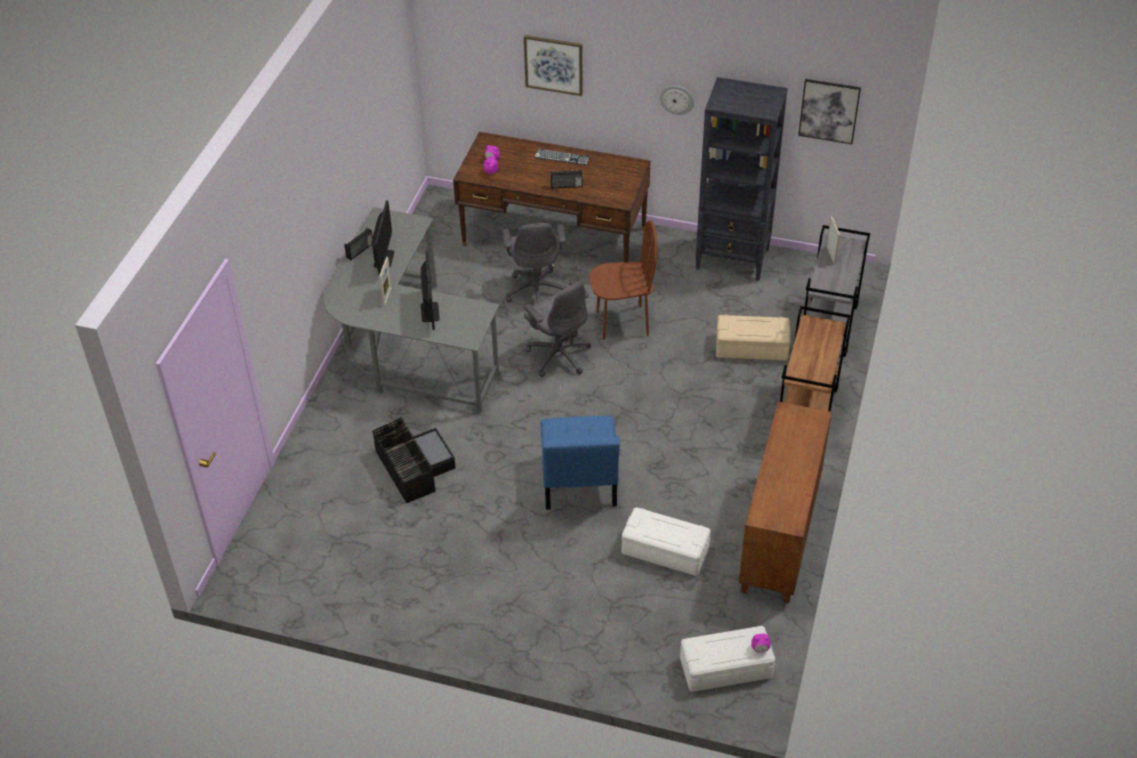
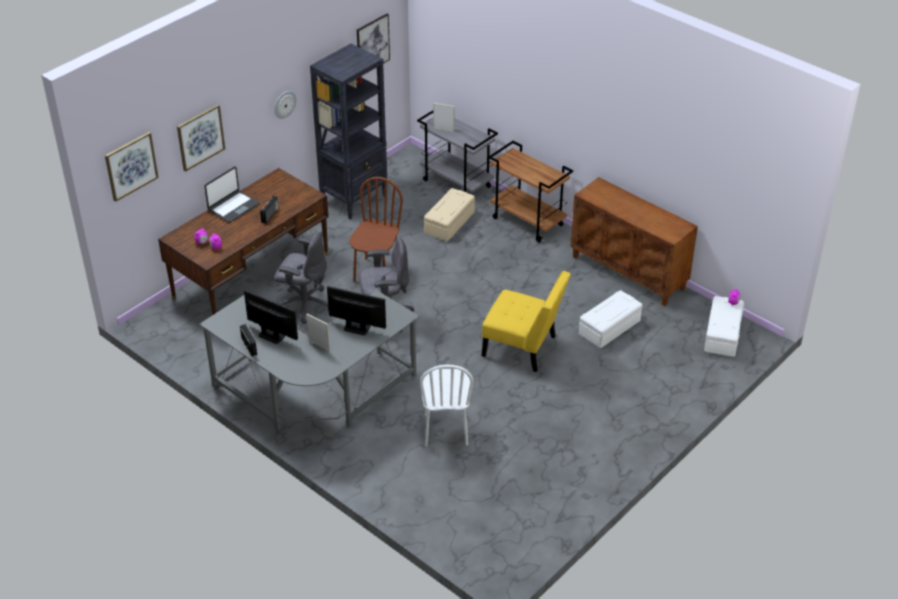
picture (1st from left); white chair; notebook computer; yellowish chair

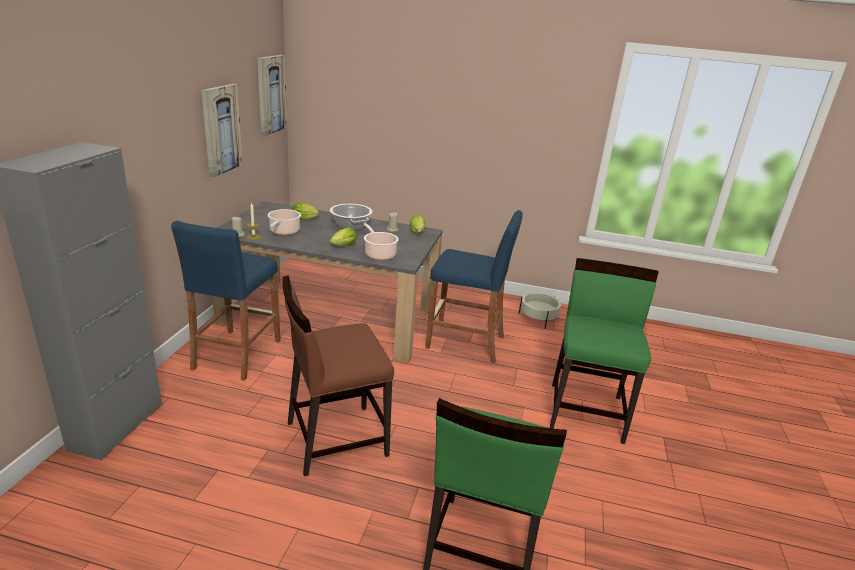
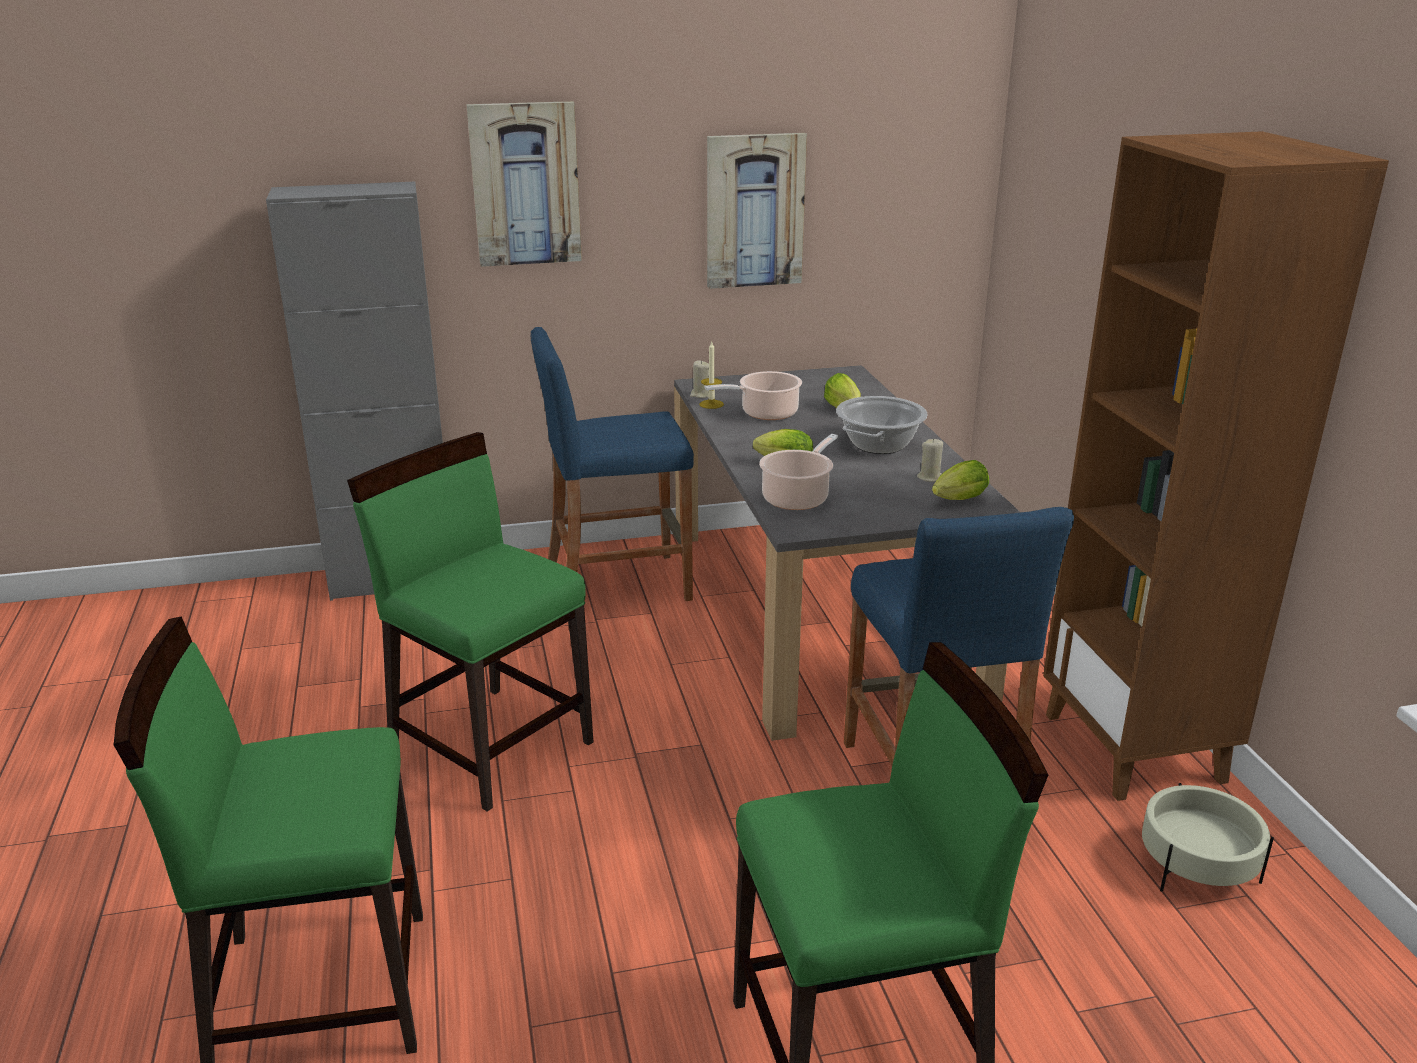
brown bookshelf; picture (1st from left); greenish chair (2nd from left)

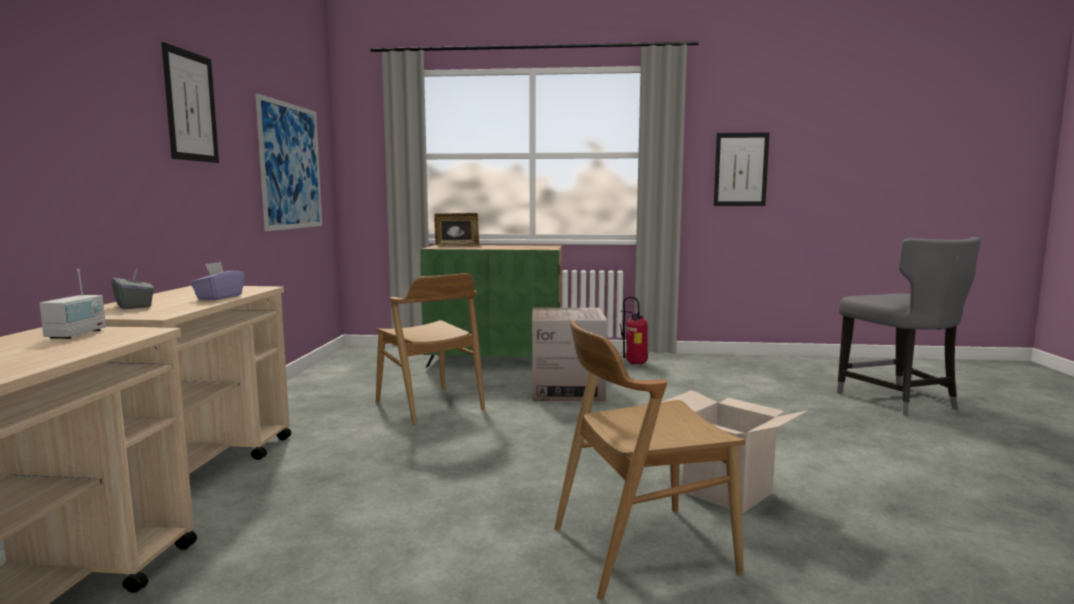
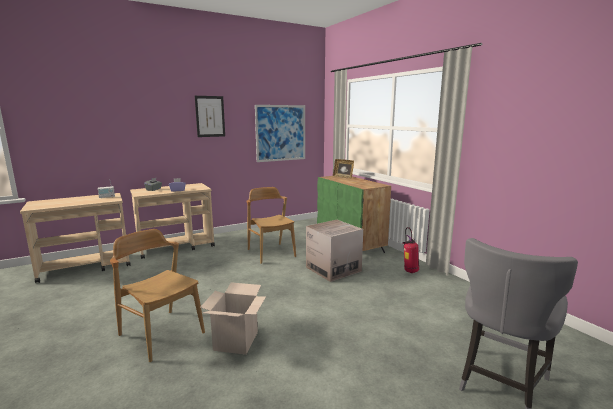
picture (3rd from left in the first image); brown chair (2nd from left)

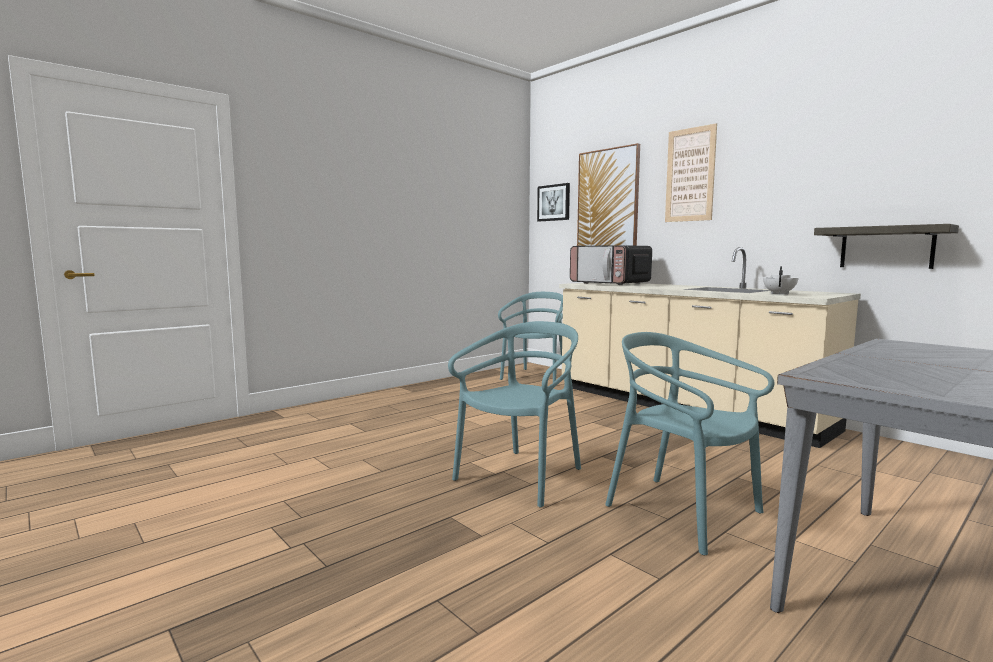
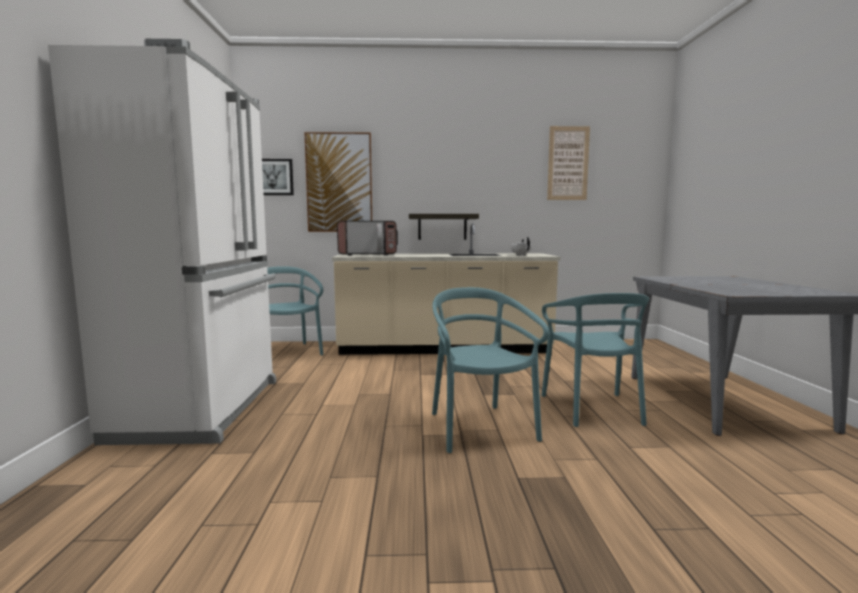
white fridge; picture (3rd from left); wall shelf; turquoise-coloured chair (3rd from left)

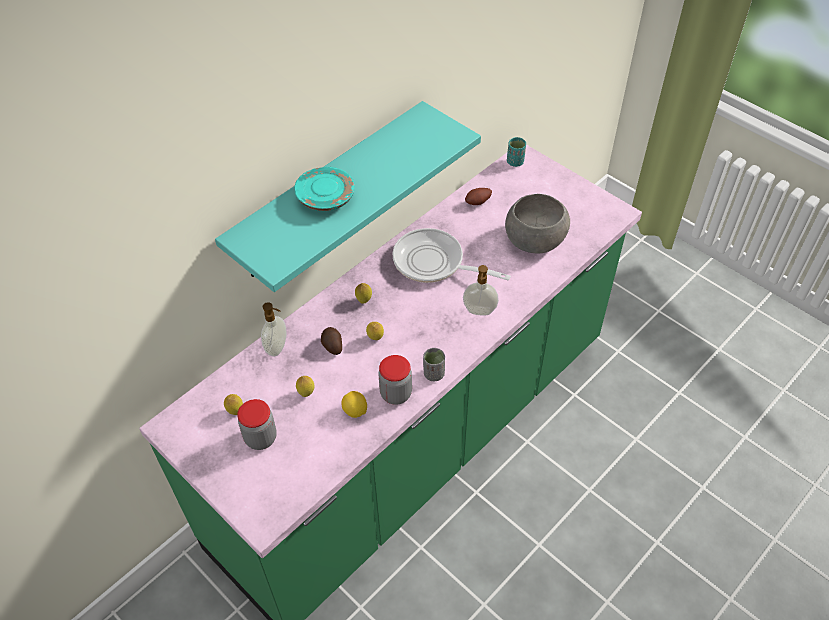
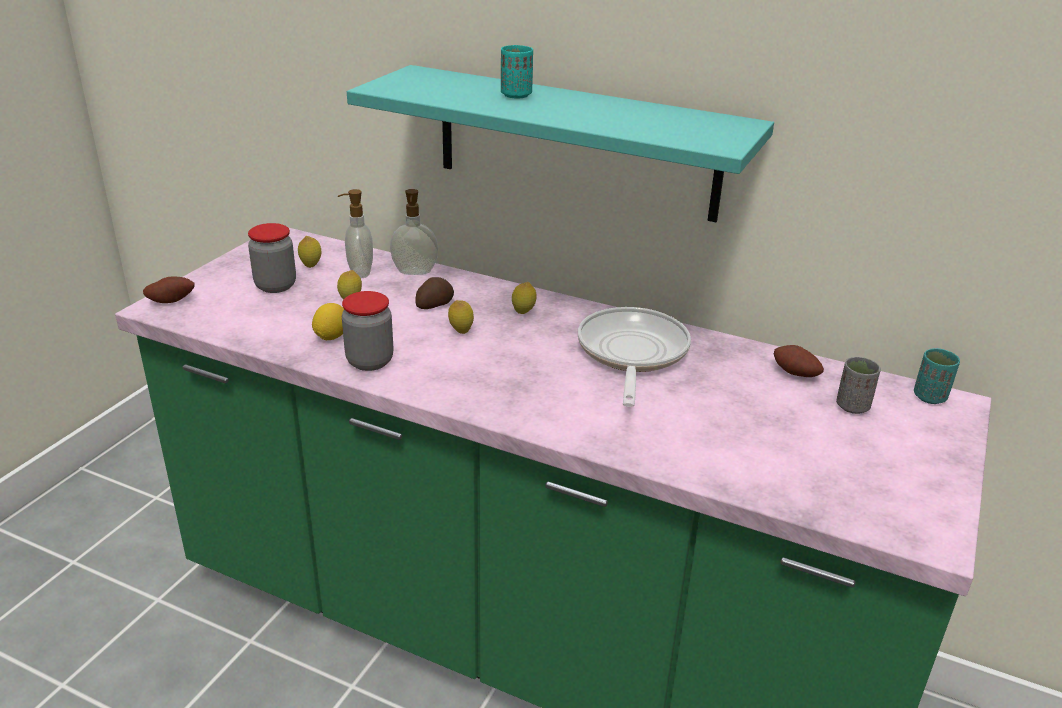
greyish deep dish; whole potato (1st from left); greyish drinking cup; soap dispenser (1st from left); turquoise-coloured drinking cup (1st from left)

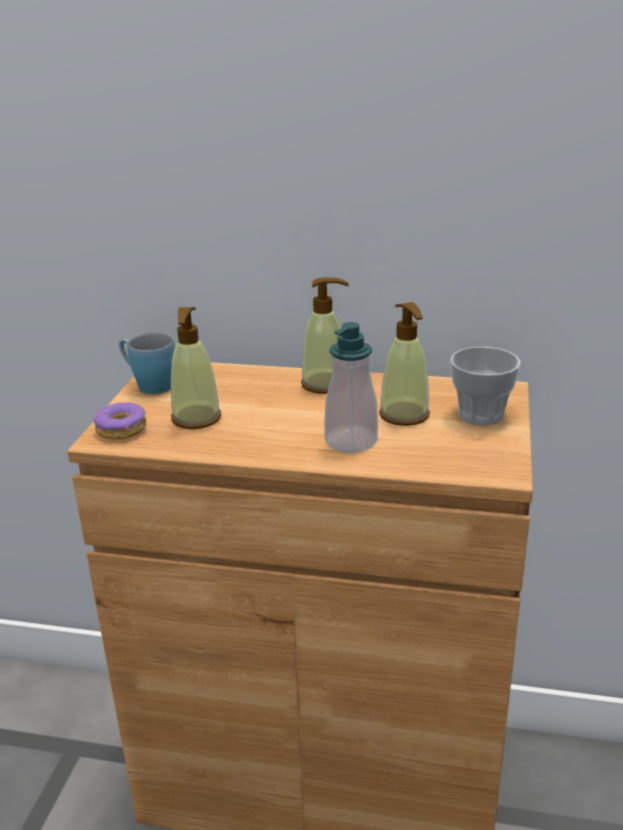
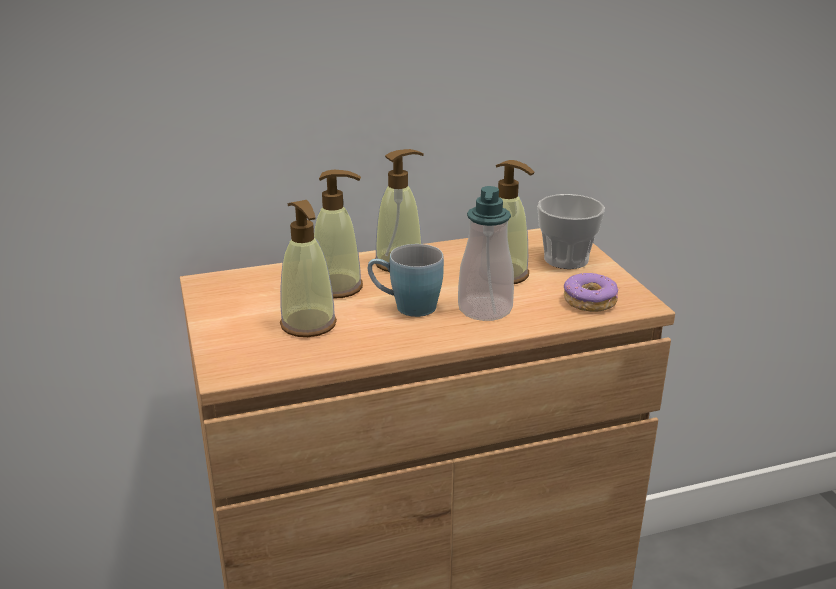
soap dispenser (2nd from left); donut; blue tea mug

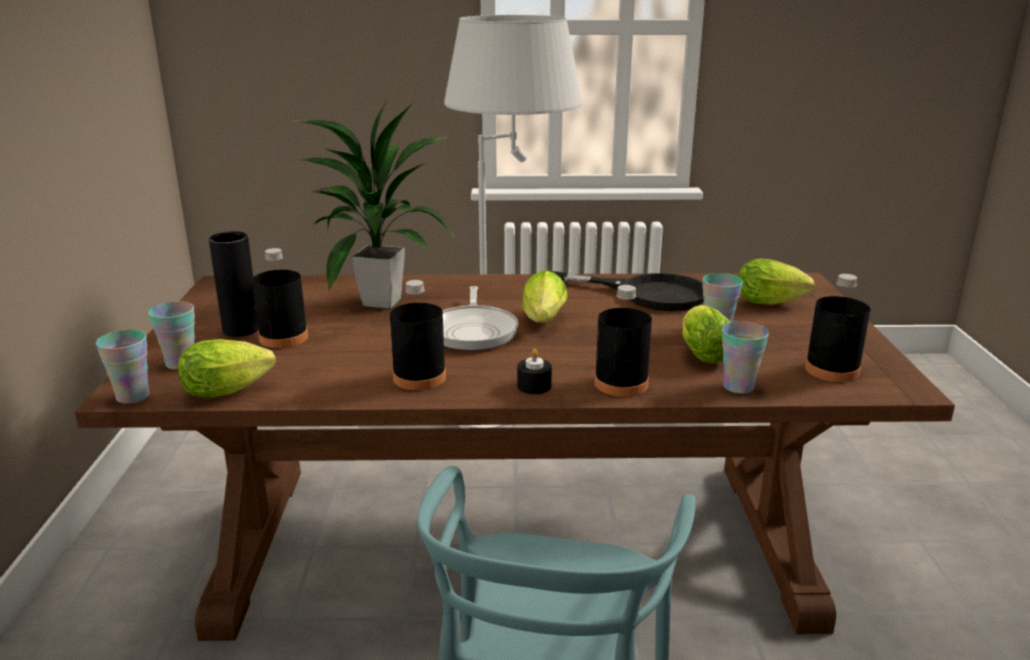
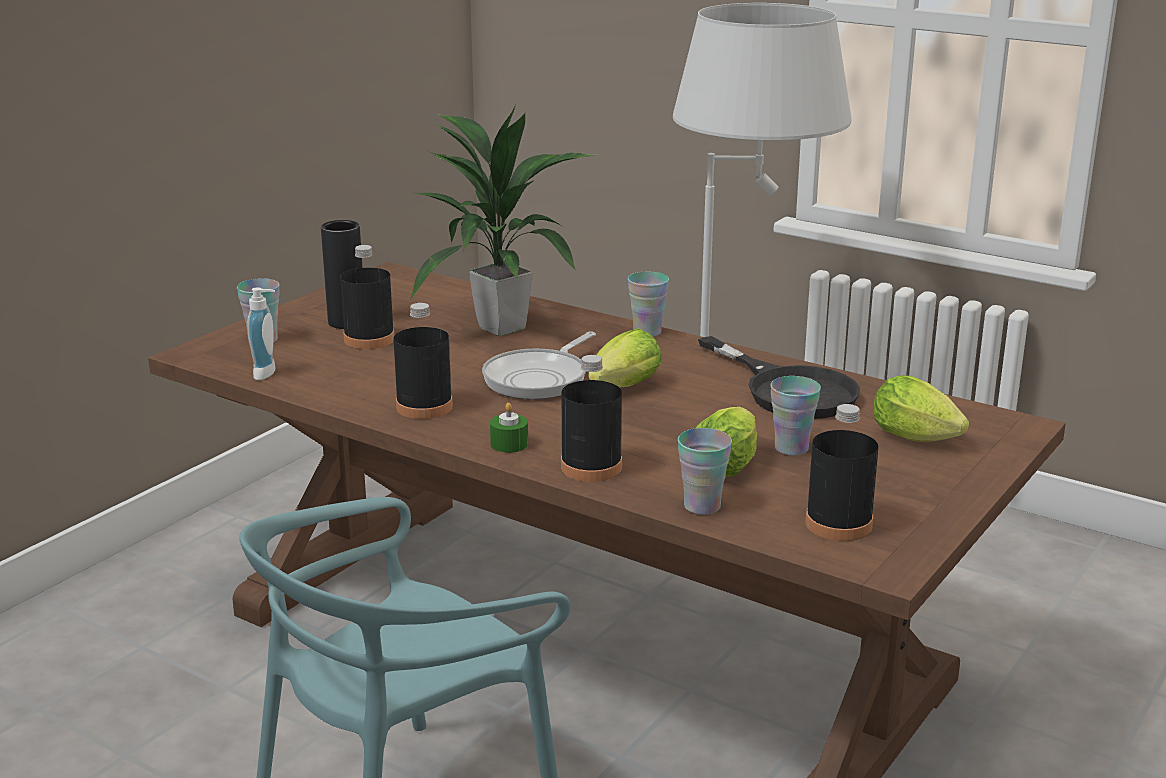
drinking cup (2nd from left); soap dispenser; greenish candle

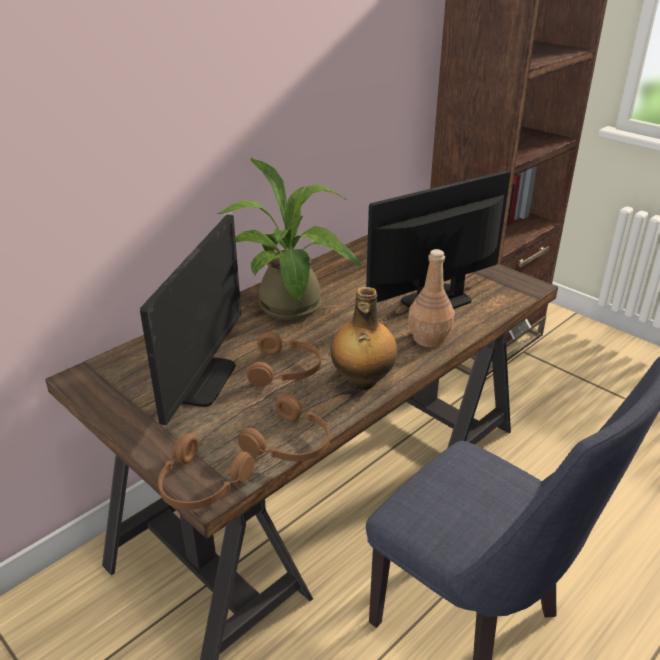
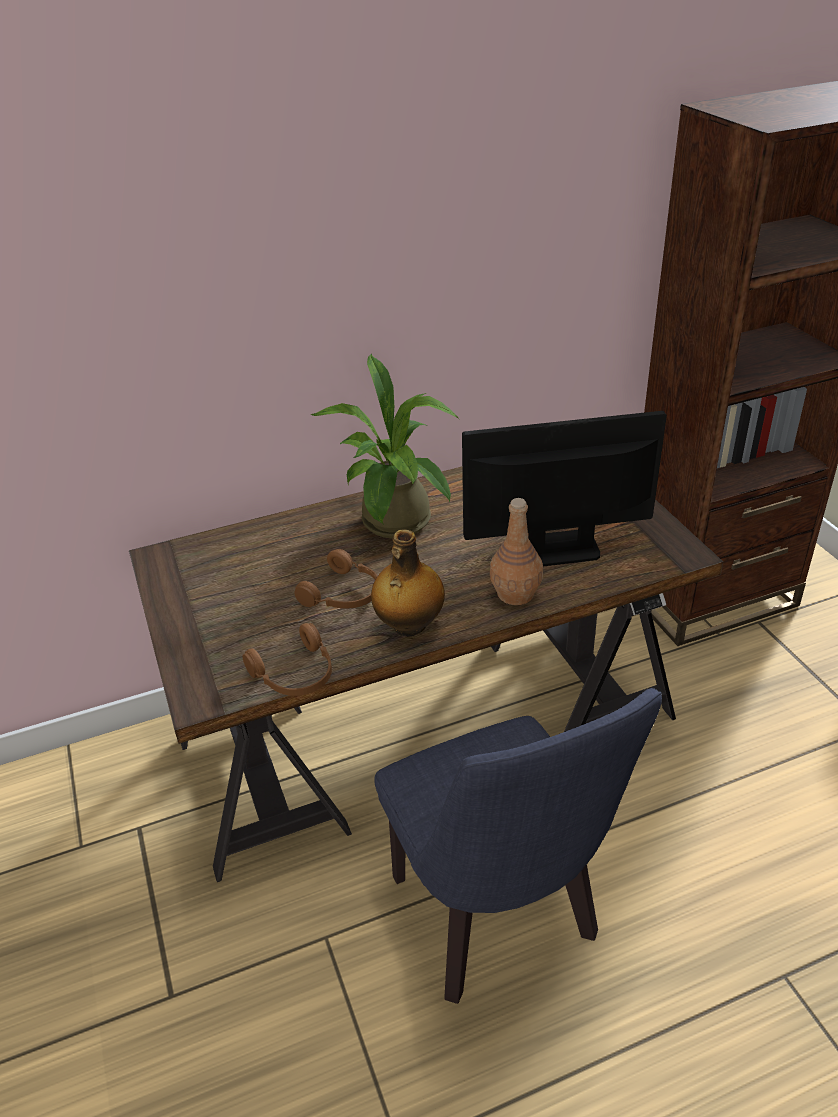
computer display (1st from left in the first image); brown headphones (1st from left in the first image)

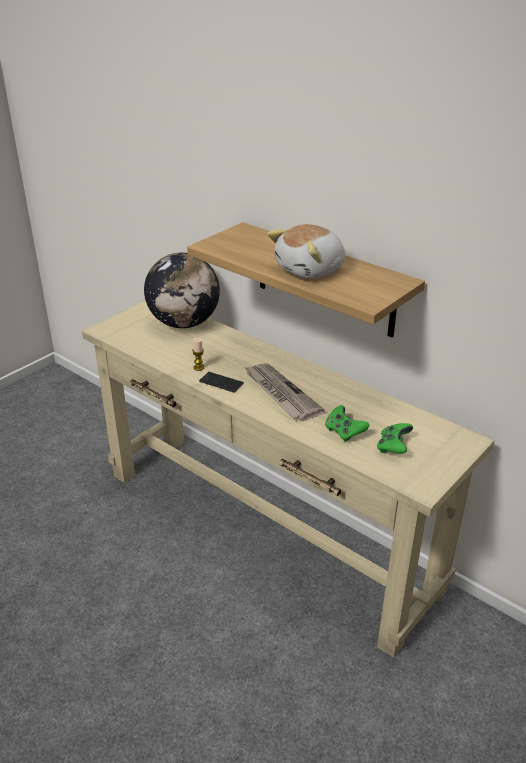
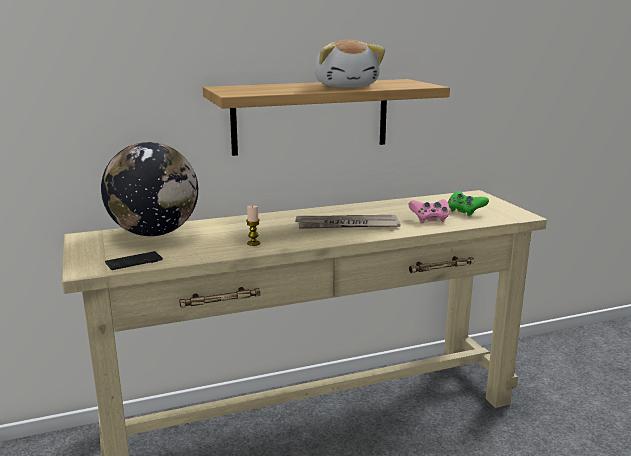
handset; pink-coloured gamepad

